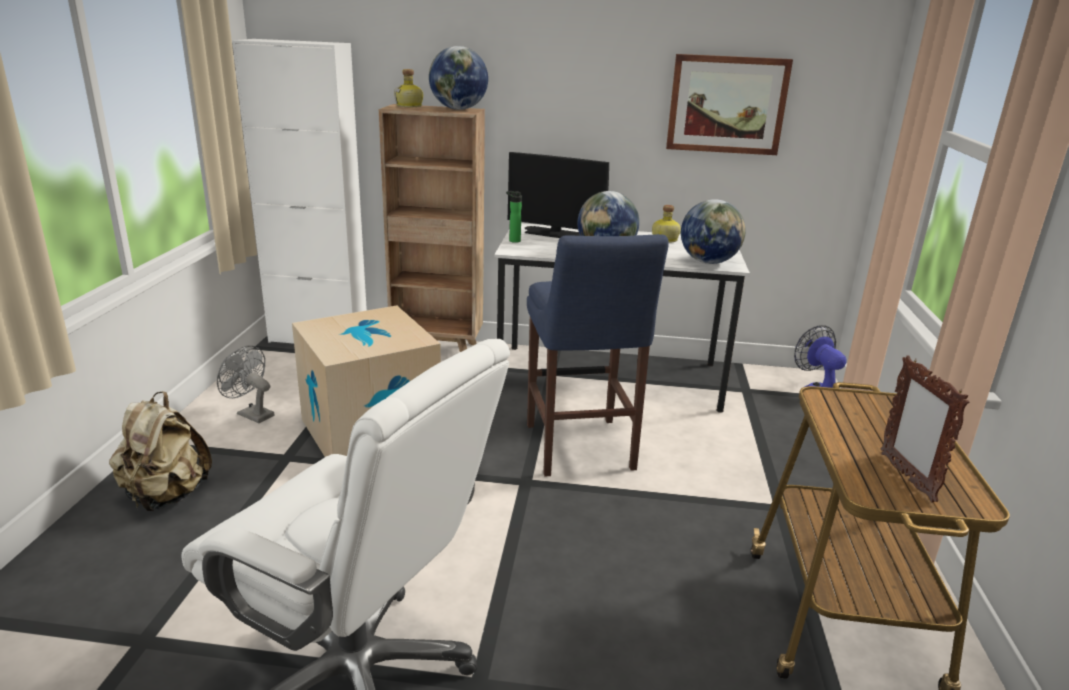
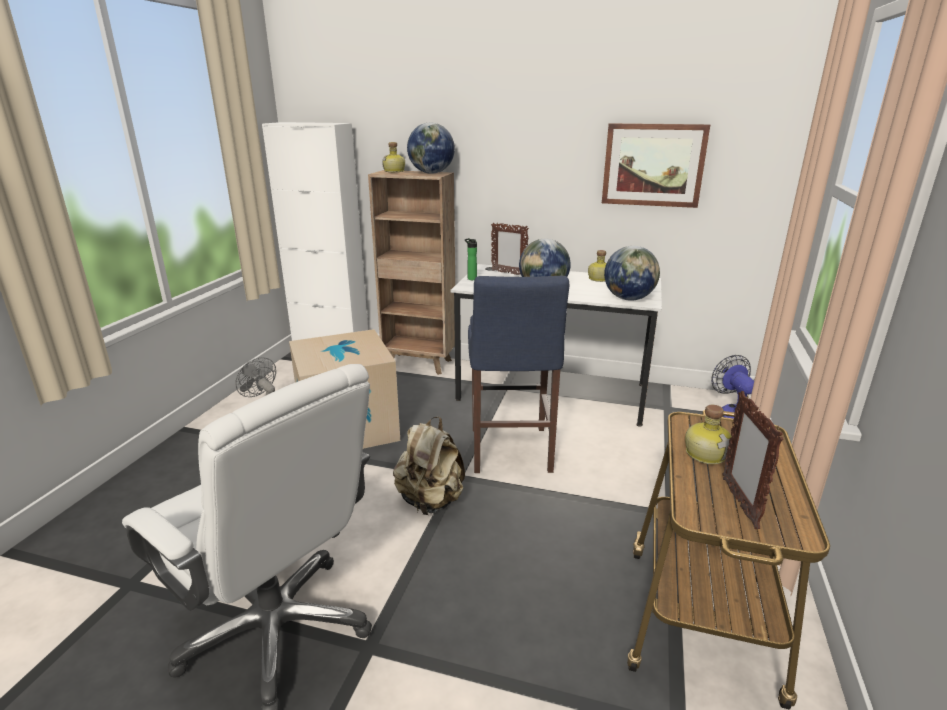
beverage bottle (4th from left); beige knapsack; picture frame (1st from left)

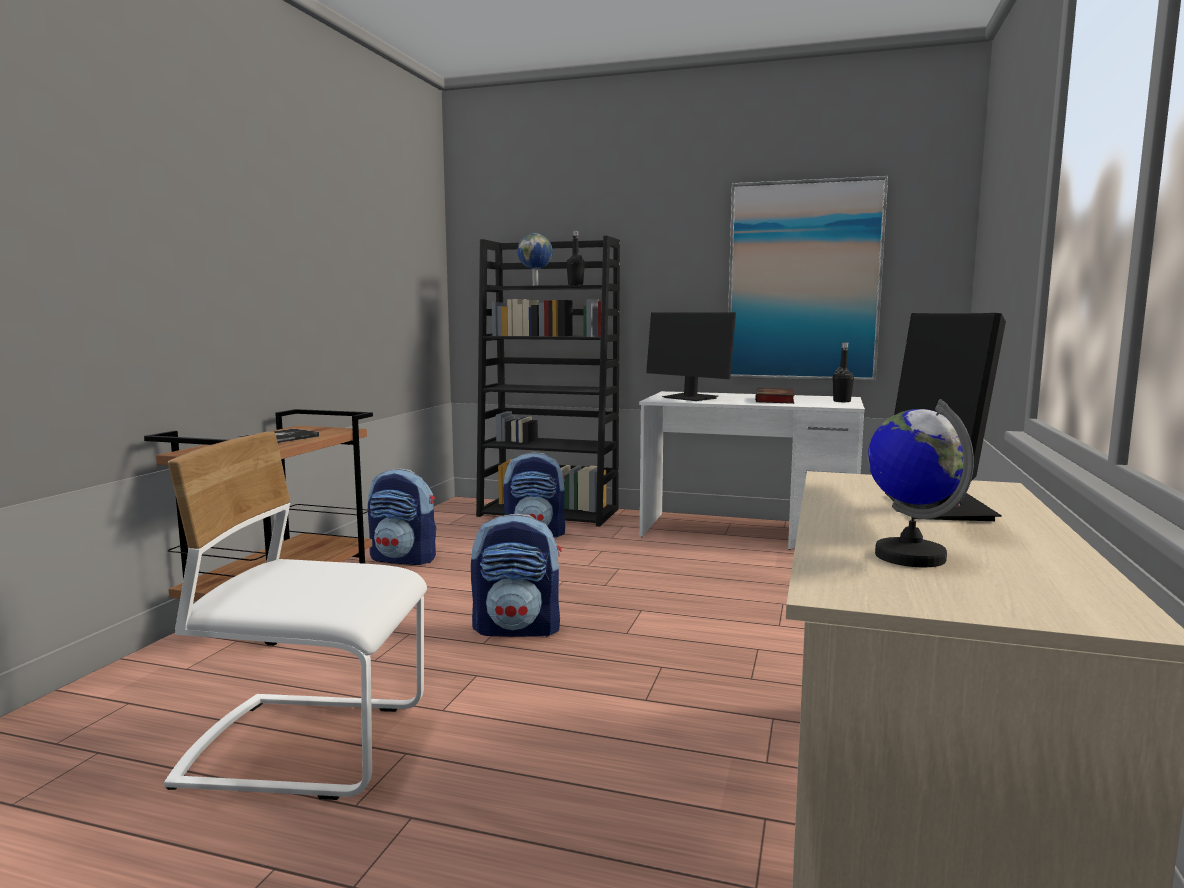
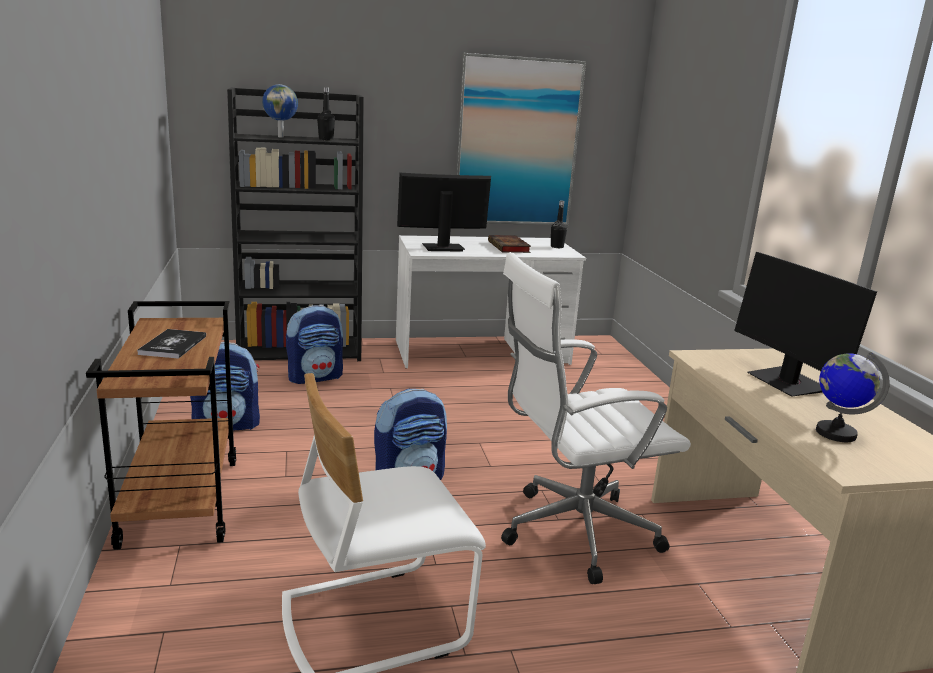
white desk chair; computer display (1st from left)

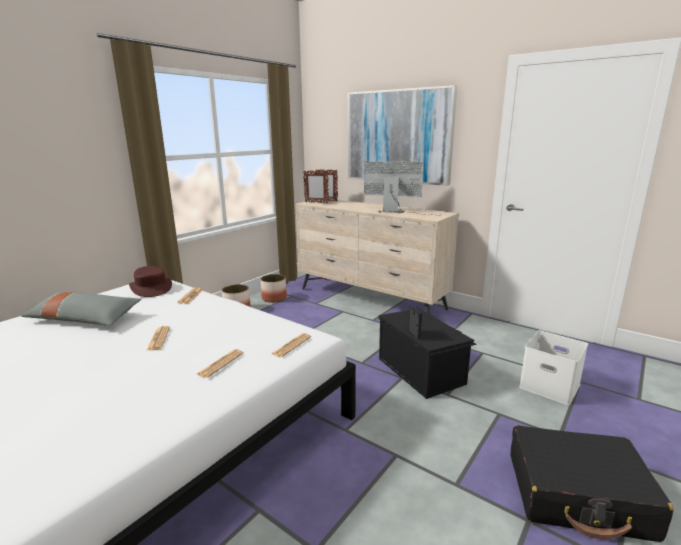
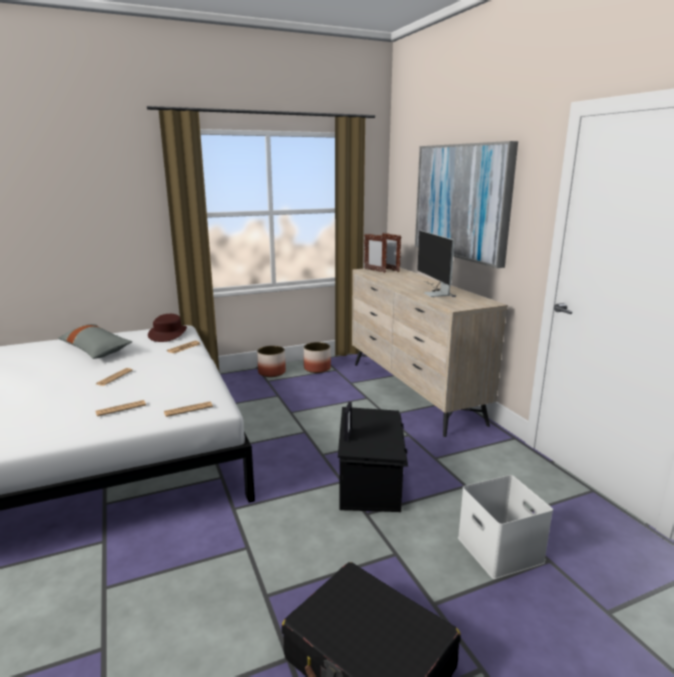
computer display

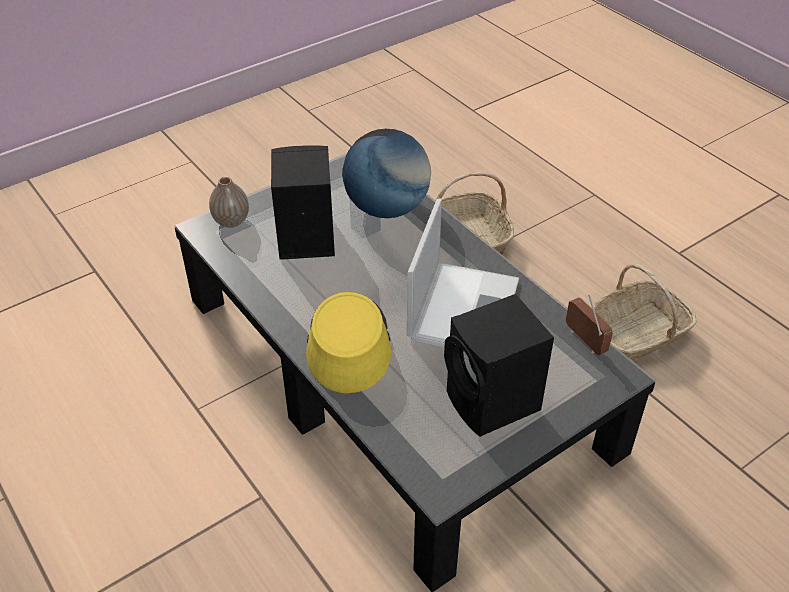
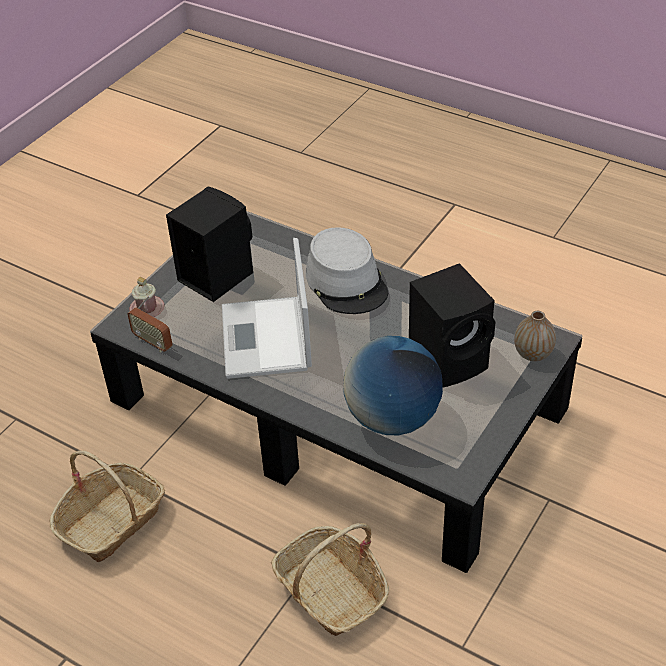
pink-coloured tea mug; greyish hat

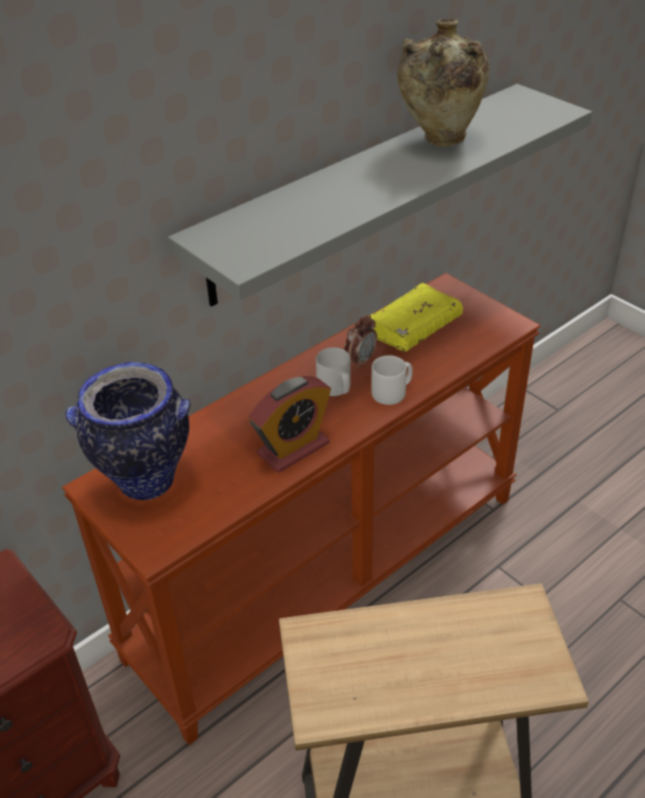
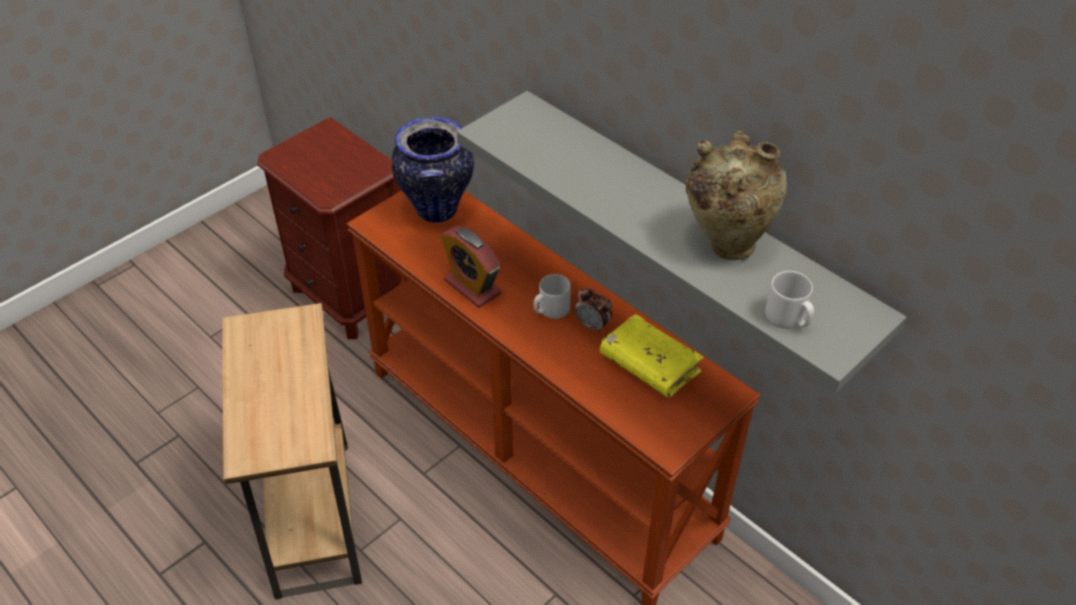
greyish tea mug (2nd from left)

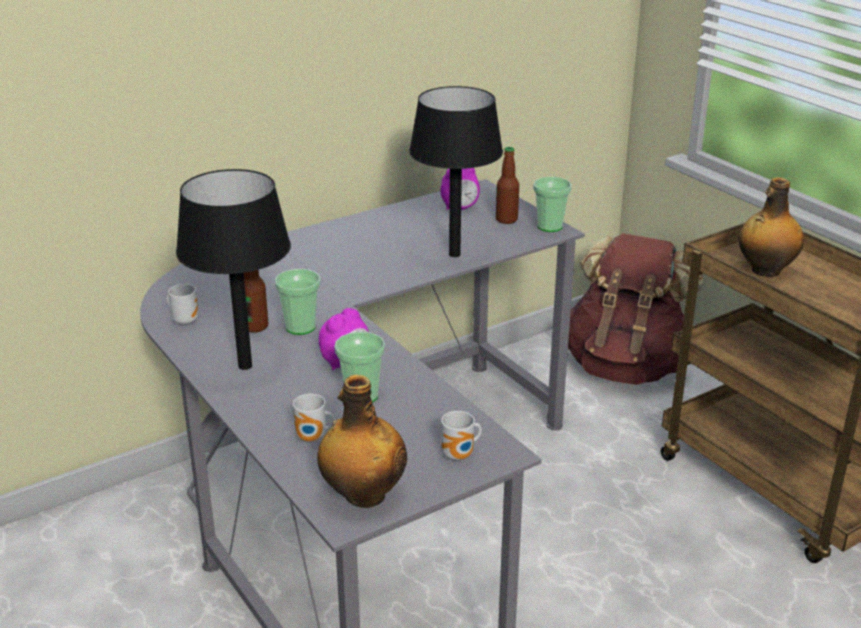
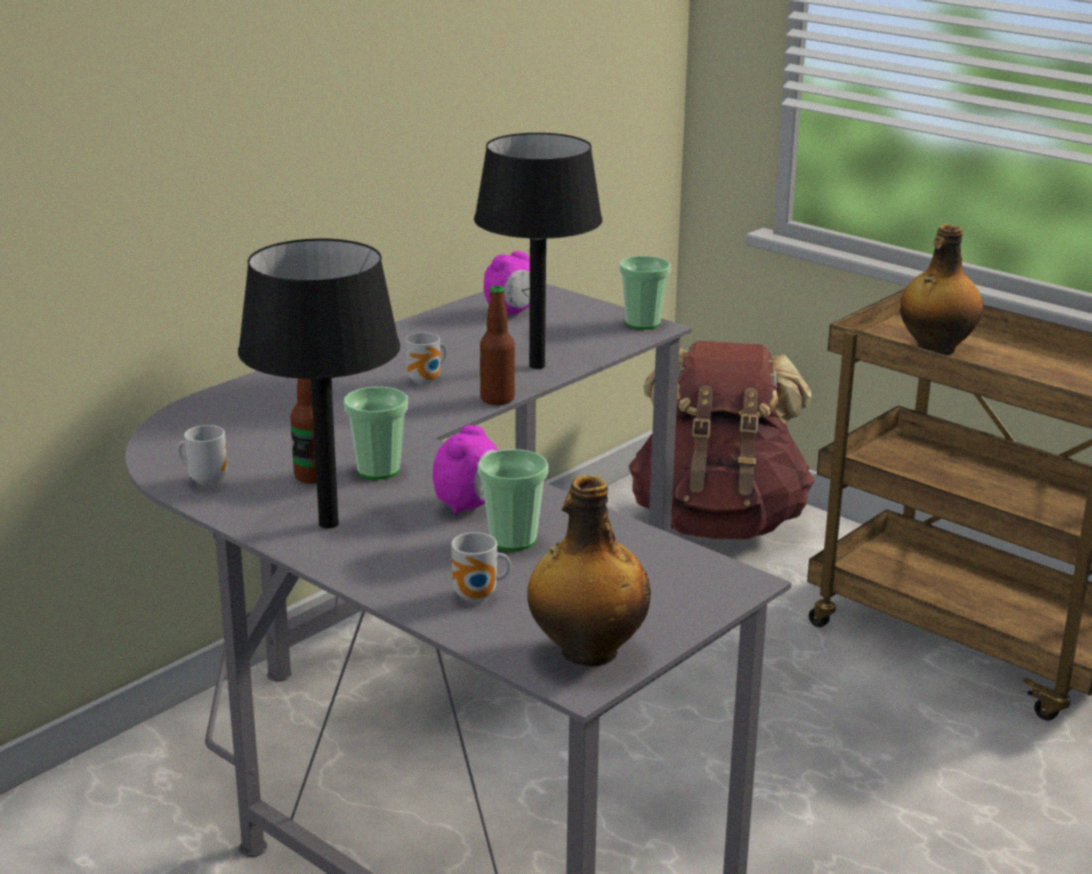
tea mug (2nd from left); beverage bottle (2nd from left)

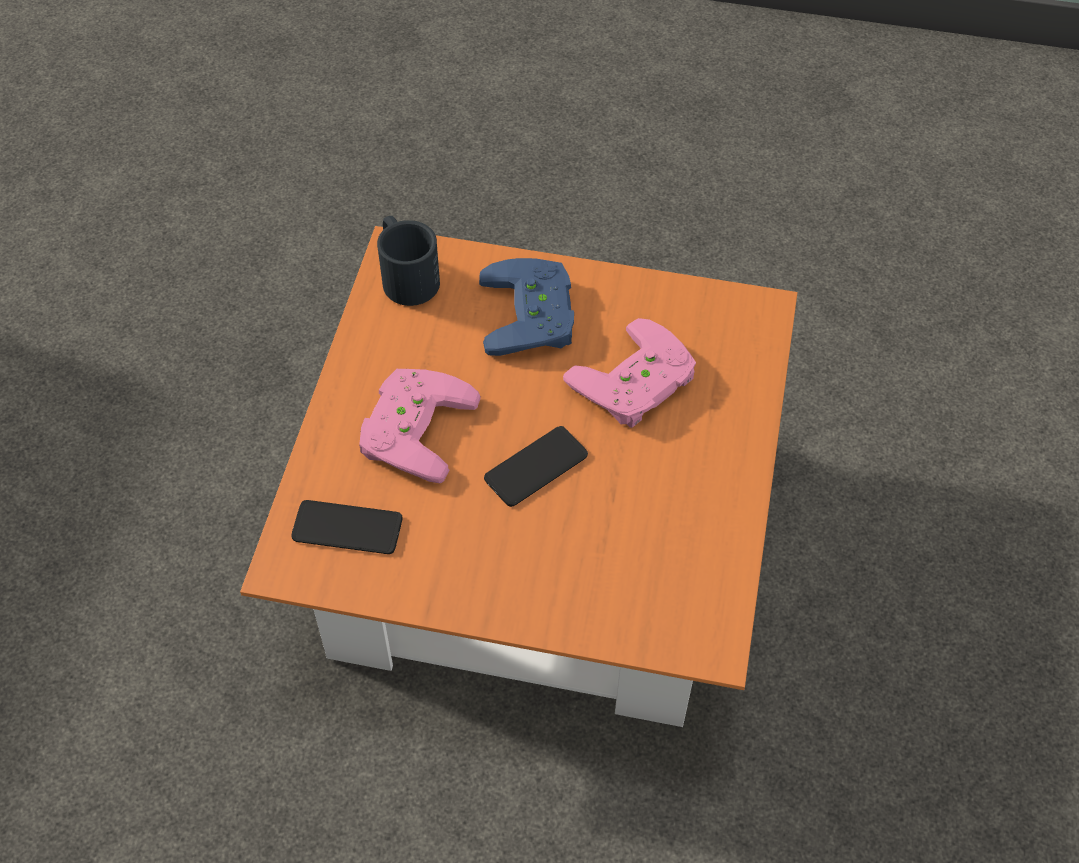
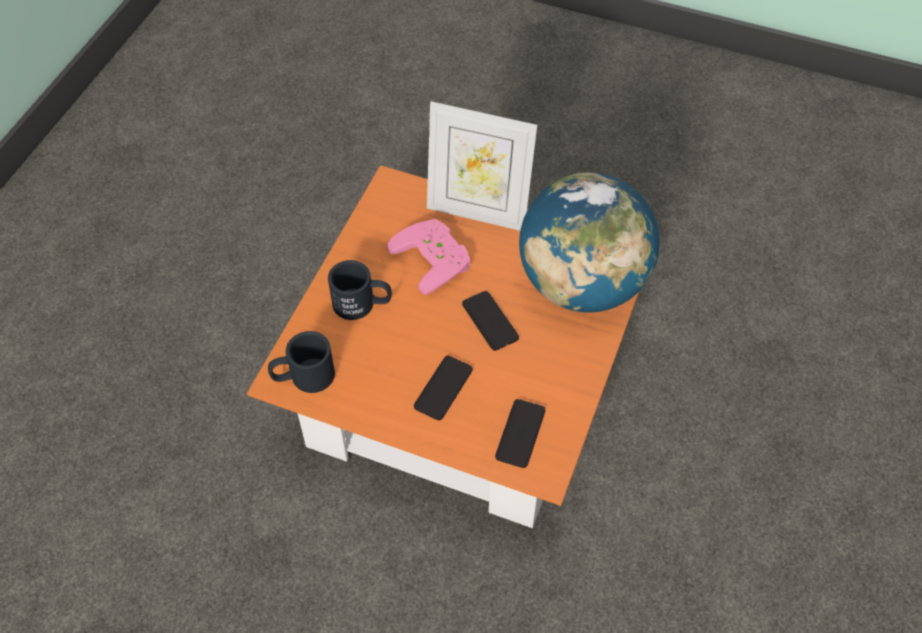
picture frame; desk globe; handset (1st from left); black-coloured tea mug (2nd from left)

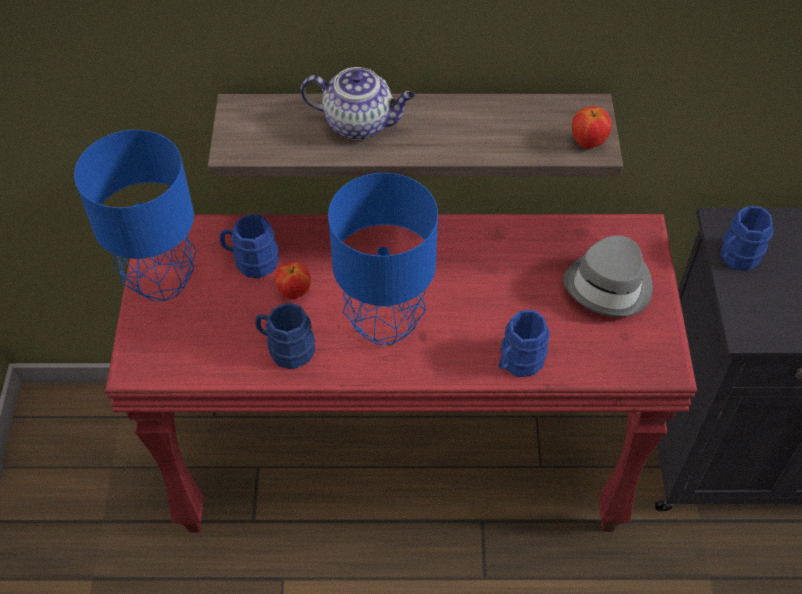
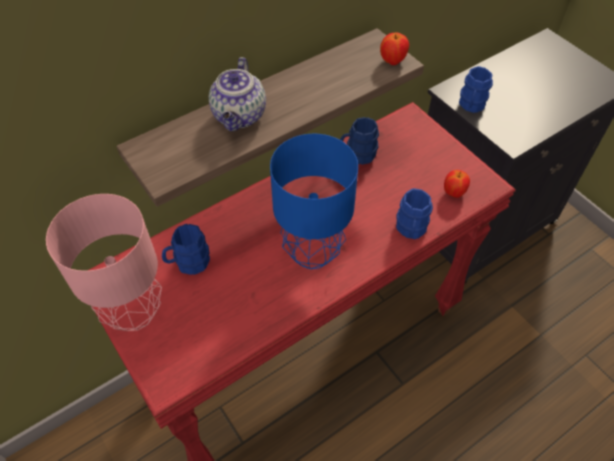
greyish hat; blue tea mug (2nd from left); whole apple (2nd from left); pink-coloured tabletop lamp; pot for tea

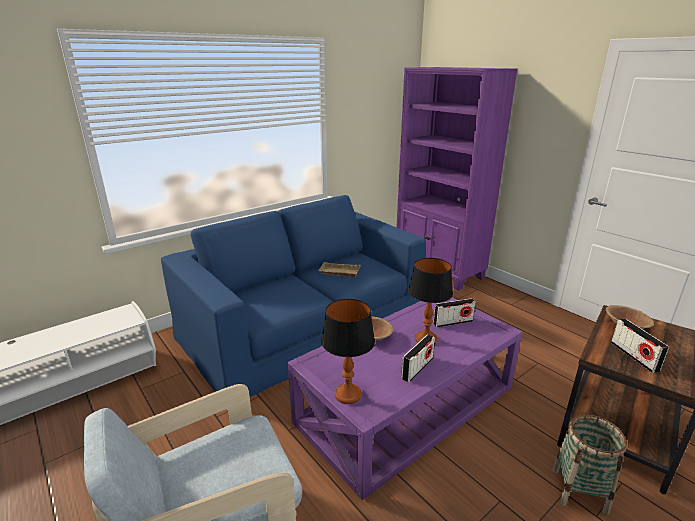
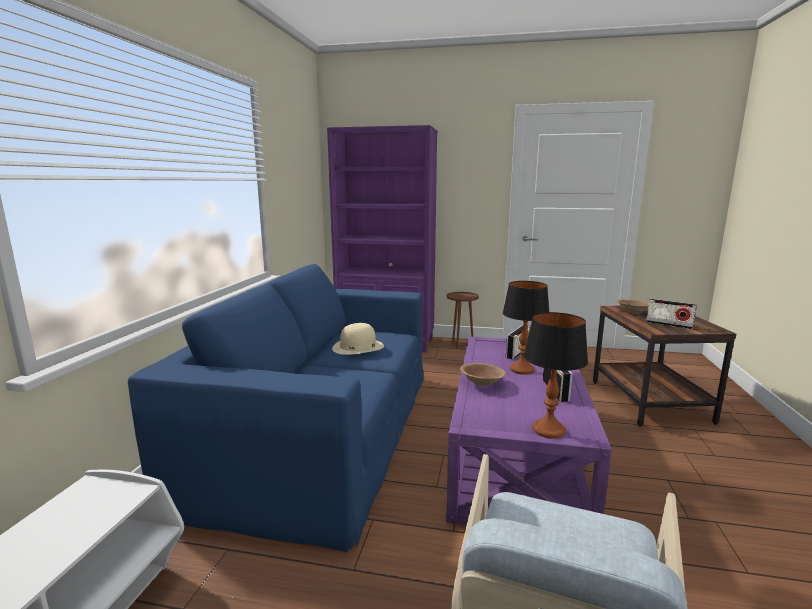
basket; brown side table (1st from left); beige hat

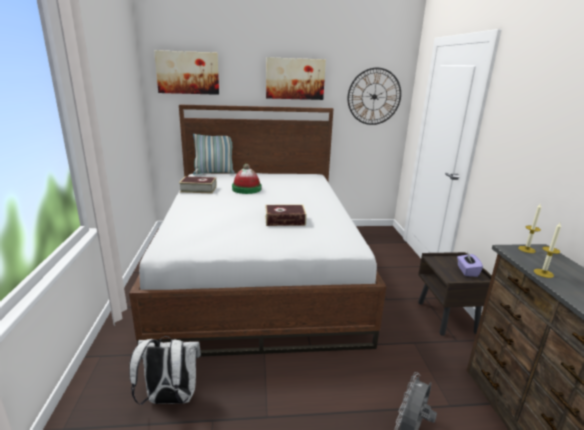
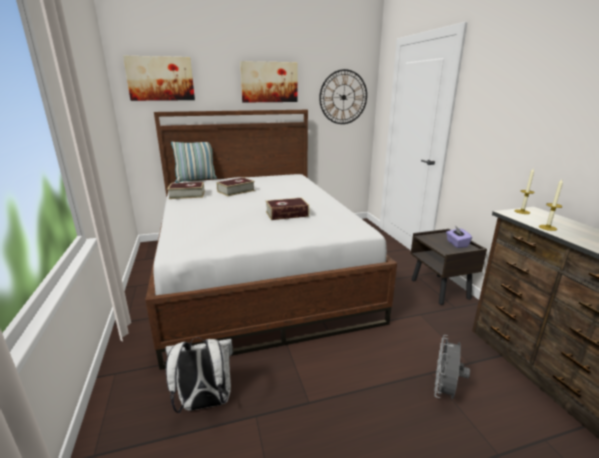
bound book (2nd from left)

